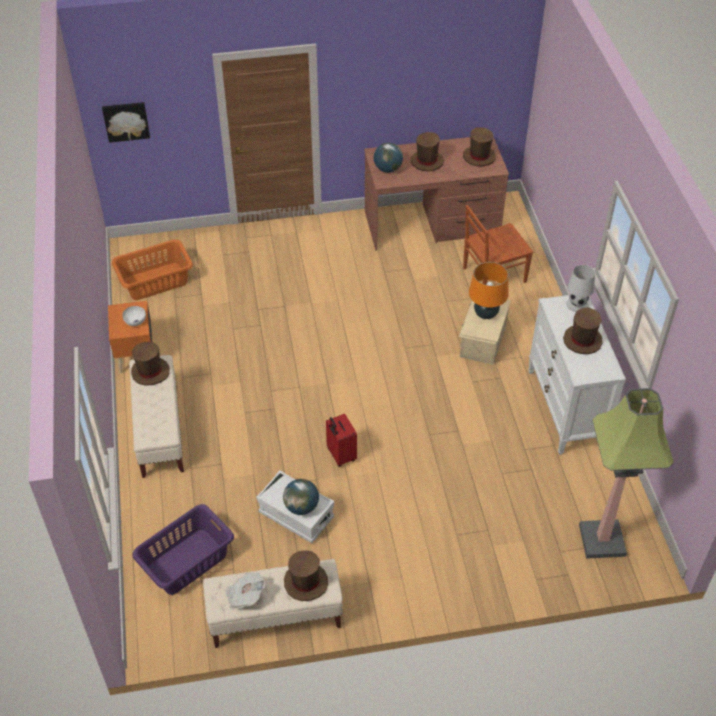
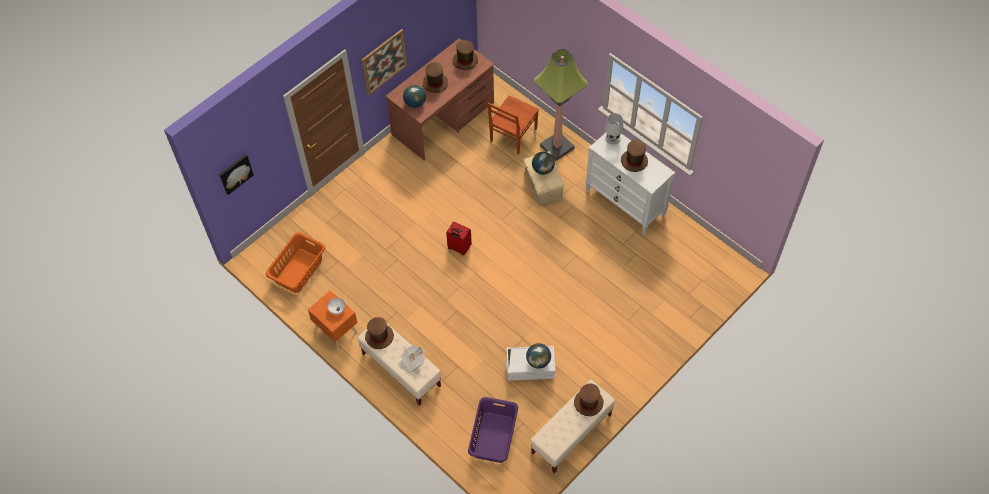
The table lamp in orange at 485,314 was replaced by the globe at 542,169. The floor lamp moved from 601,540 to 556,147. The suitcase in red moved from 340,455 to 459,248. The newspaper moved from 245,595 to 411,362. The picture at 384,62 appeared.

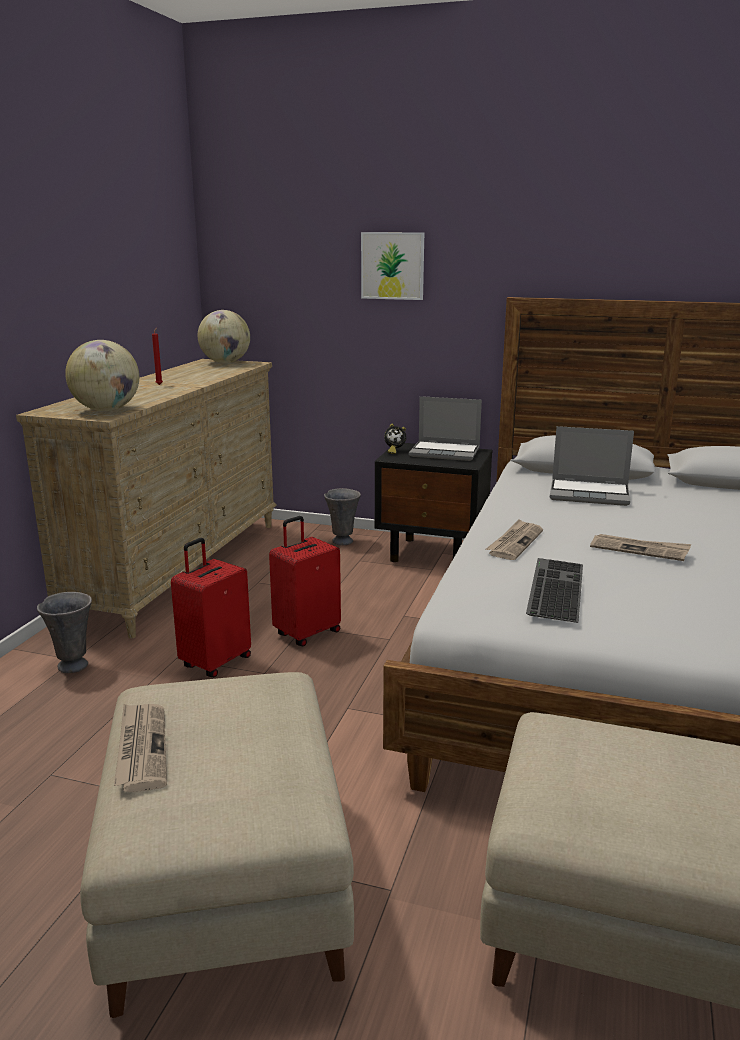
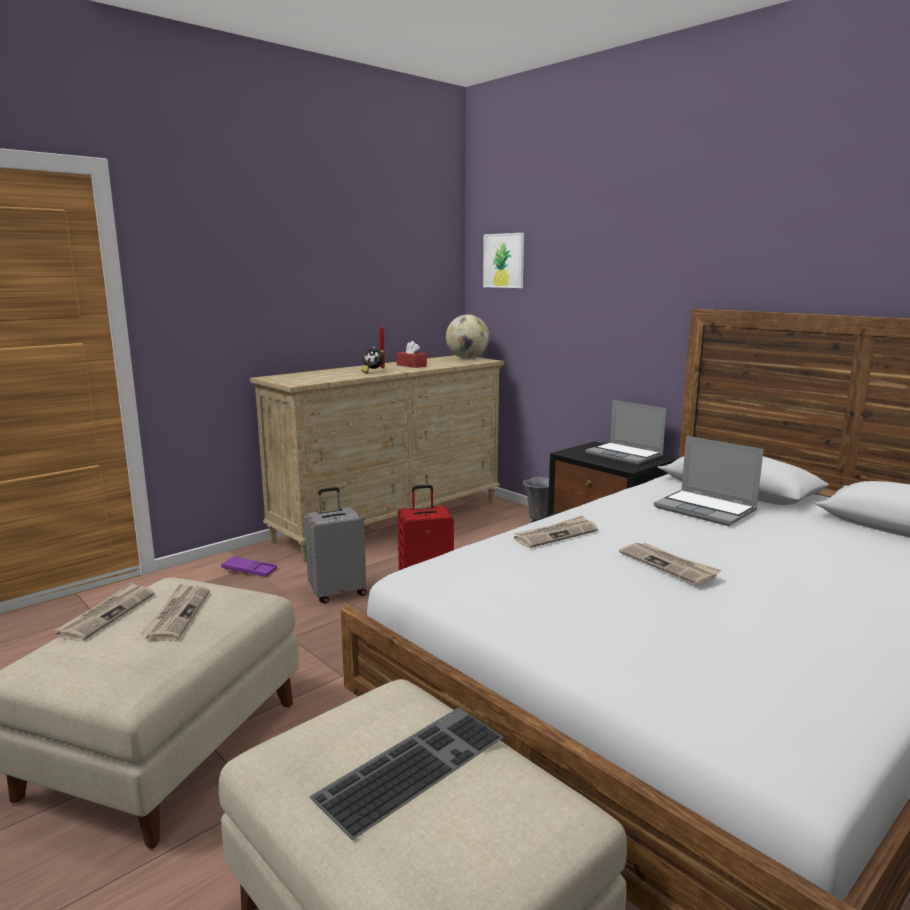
The picture moved from 392,266 to 504,260. The globe at 107,410 disappeared. The alarm clock moved from 394,451 to 372,372. The suitcase in red at 215,662 became the suitcase in grey at 337,593. The keyboard moved from 553,588 to 411,764. The vase in grey at 73,665 was replaced by the tray in purple at 249,570. The tissue box in red at 411,365 appeared. The newspaper at 177,614 appeared.

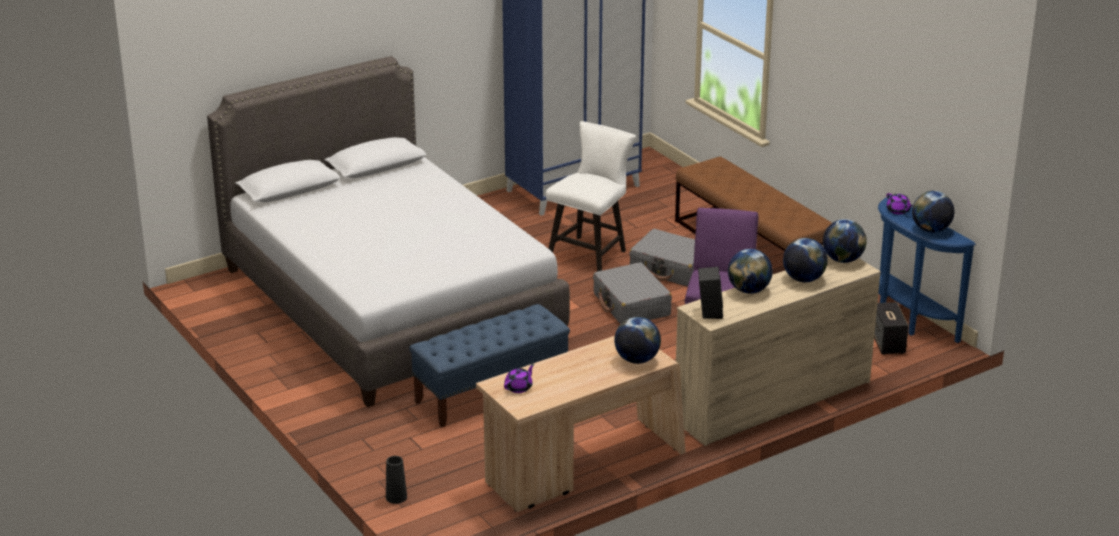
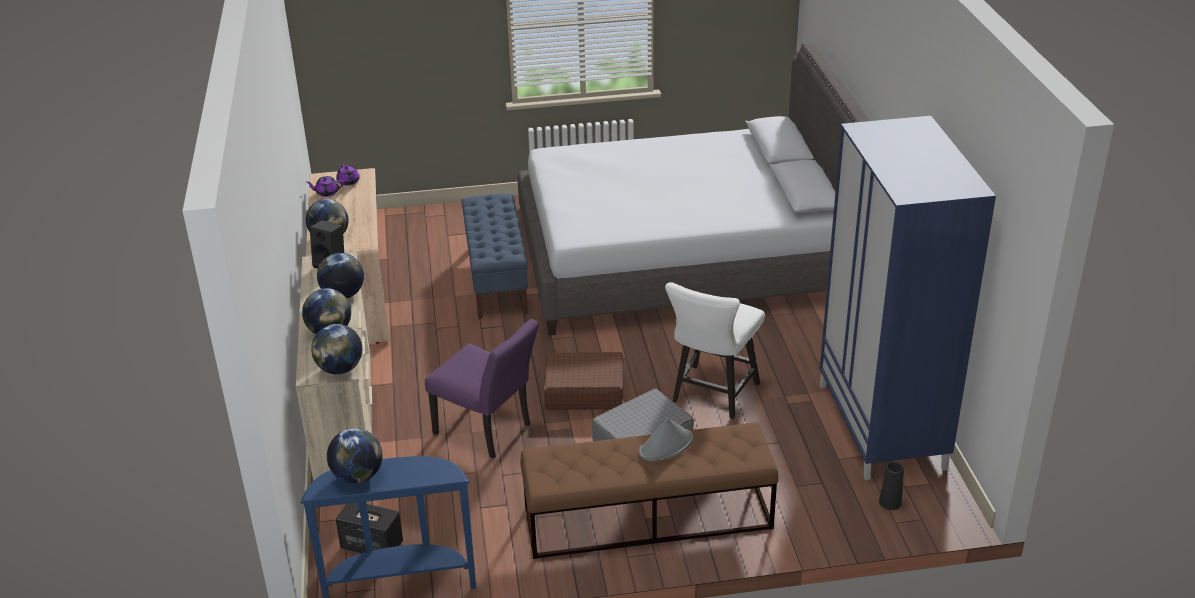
The chair in white at 590,252 turned 60 degrees clockwise. The teapot in purple moved from 898,211 to 326,193. The suitcase in grey at 631,305 became the suitcase in brown at 584,391. The vase in black moved from 396,497 to 890,502. The hat in grey at 666,445 appeared.

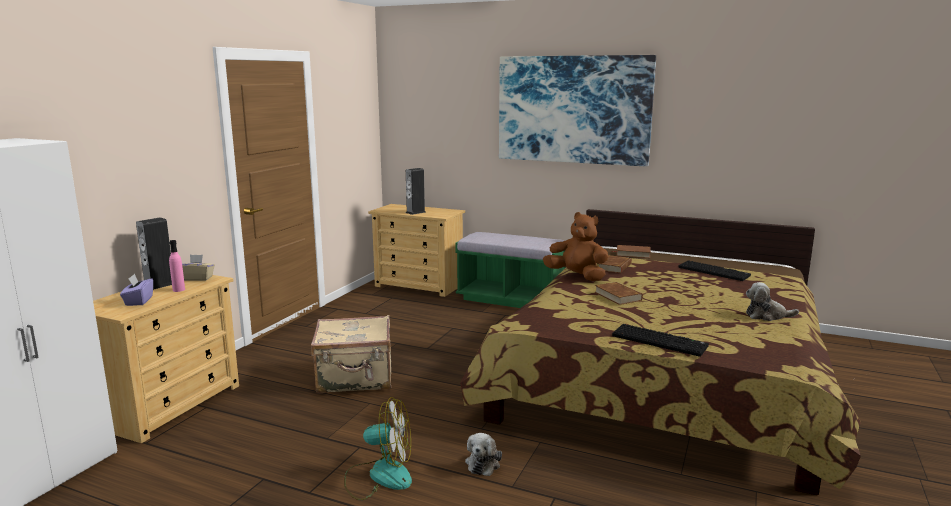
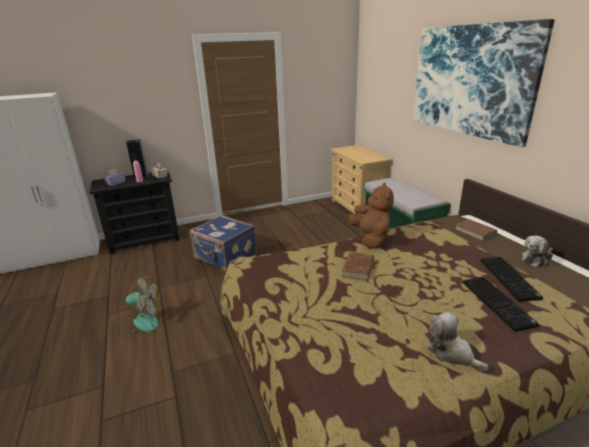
The speaker at 415,212 disappeared. The book in brown at 614,267 disappeared. The dresser in beige at 171,405 became the dresser in black at 145,239. The suitcase in beige at 355,378 became the suitcase in blue at 225,258. The keyboard moved from 660,341 to 498,303. The fan at 379,476 turned 45 degrees counterclockwise. The plush toy moved from 483,463 to 536,259.

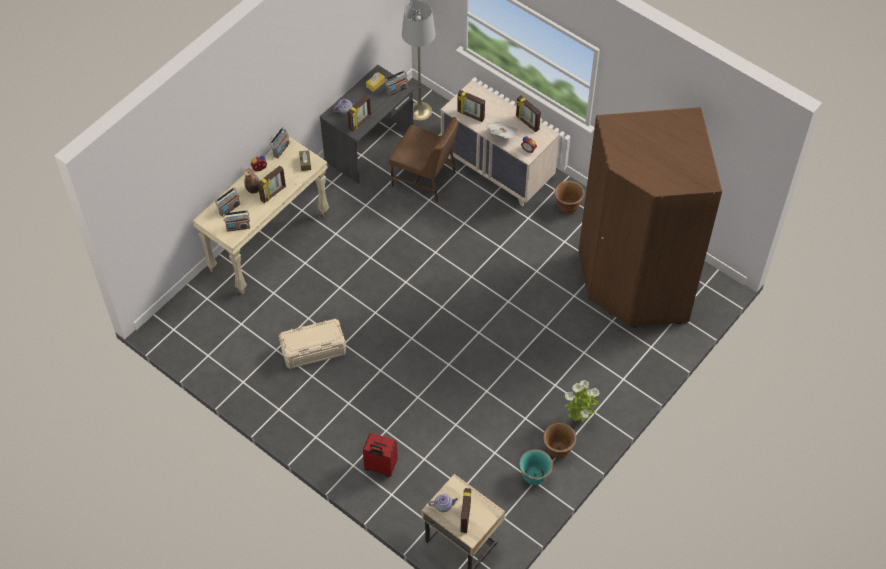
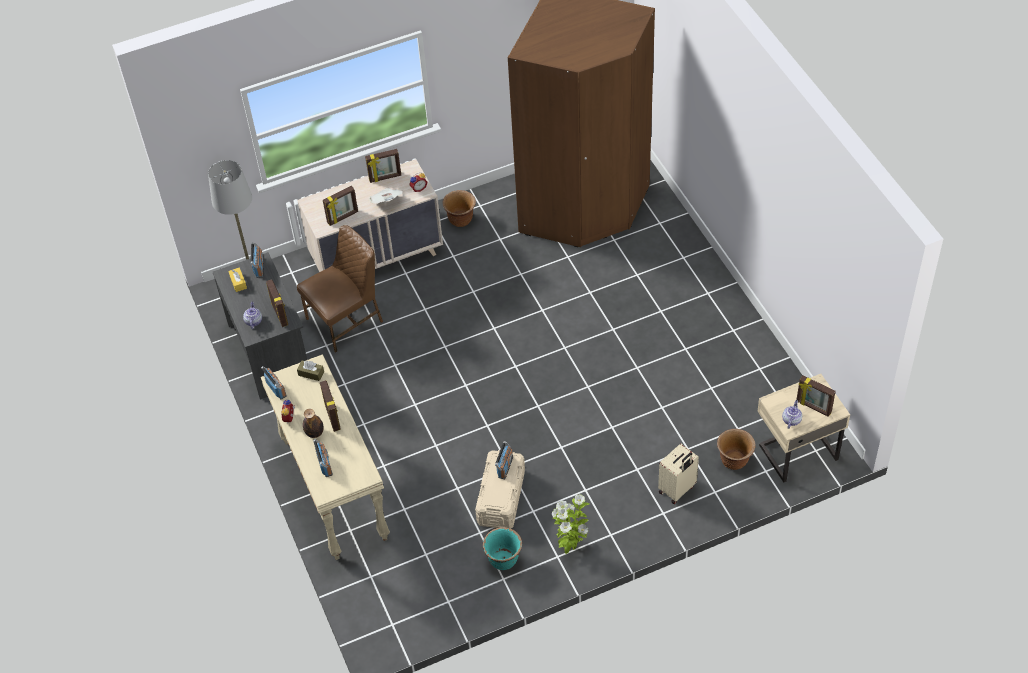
The radio moved from 238,227 to 505,467. The potted plant moved from 578,419 to 570,546. The planter in brown moved from 558,449 to 734,461. The suitcase in red at 380,467 became the suitcase in beige at 677,490. The planter in turquoise moved from 534,476 to 503,560.

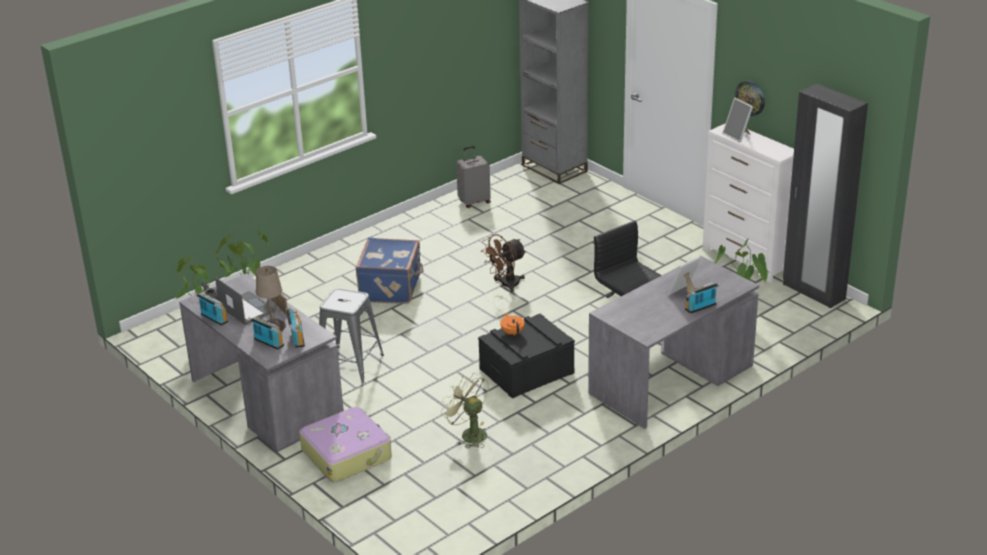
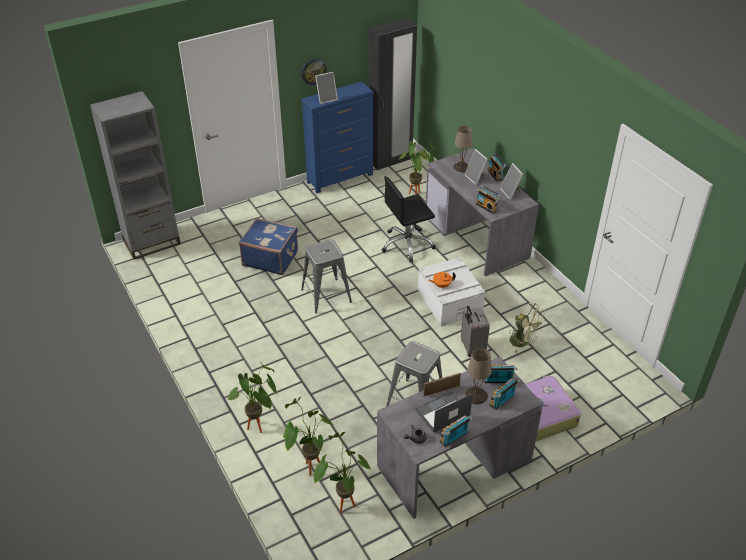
The dresser in white at 746,260 became the dresser in blue at 340,178. The suitcase in grey moved from 474,202 to 472,348. The fan in brown at 505,285 was replaced by the stool in grey at 326,296. The suitcase in blue moved from 391,288 to 270,258. The storage box in black at 526,371 became the storage box in white at 449,302. The fan in green at 469,434 turned 105 degrees counterclockwise. The table lamp in beige at 461,167 appeared. The picture frame at 511,192 appeared. The radio at 487,207 appeared. The potted plant at 260,427 appeared.

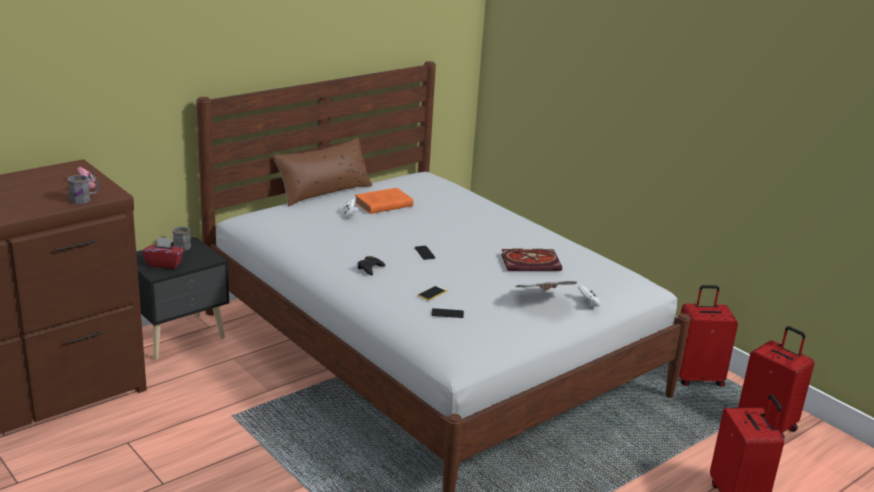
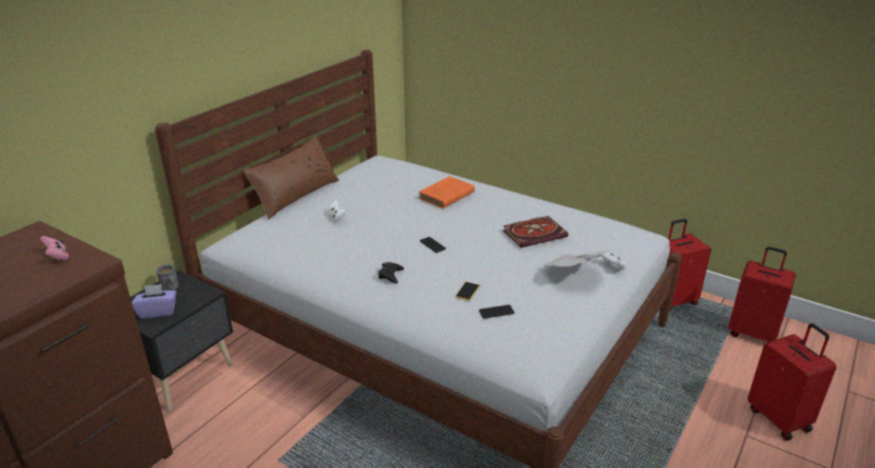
The mug in grey at 84,199 disappeared. The book in orange moved from 382,204 to 445,196. The tissue box in red at 164,264 became the tissue box in purple at 158,311.

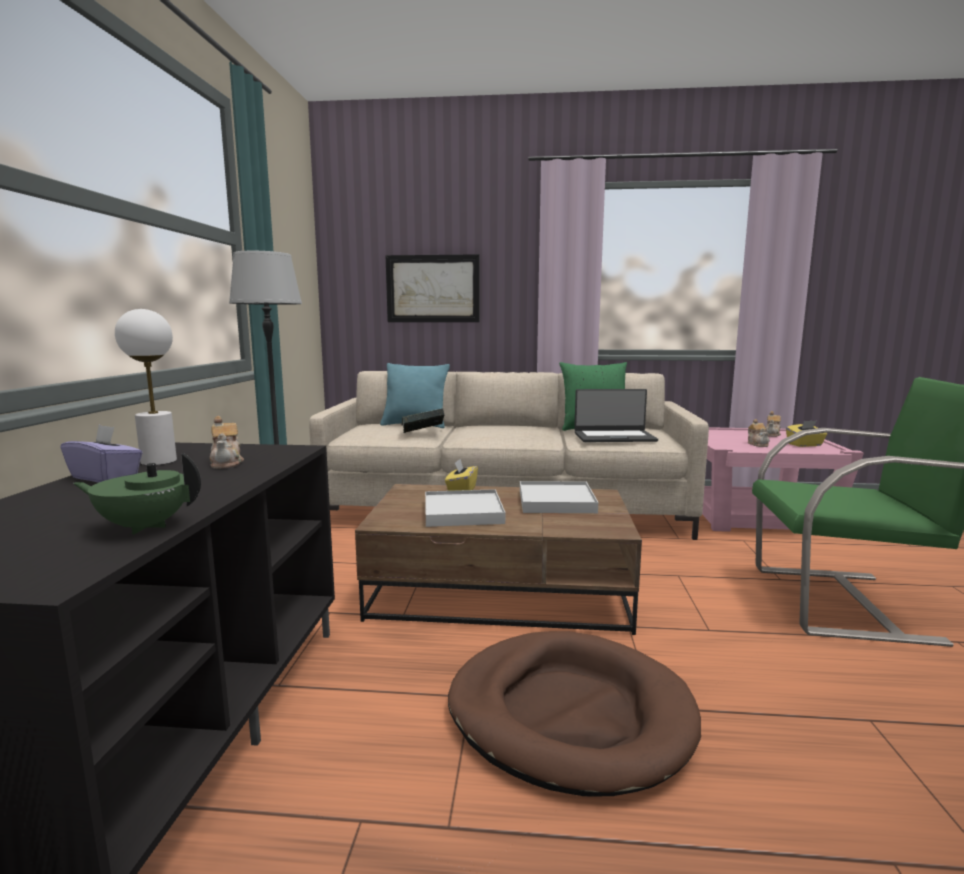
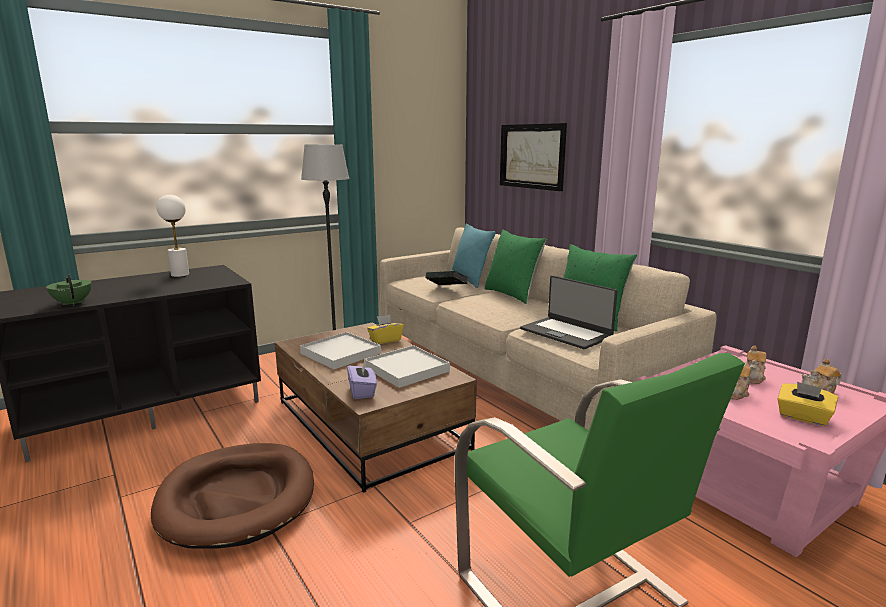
The teapot moved from 227,463 to 753,378. The tissue box in purple moved from 106,477 to 362,391. The pillow in green at 512,294 appeared.

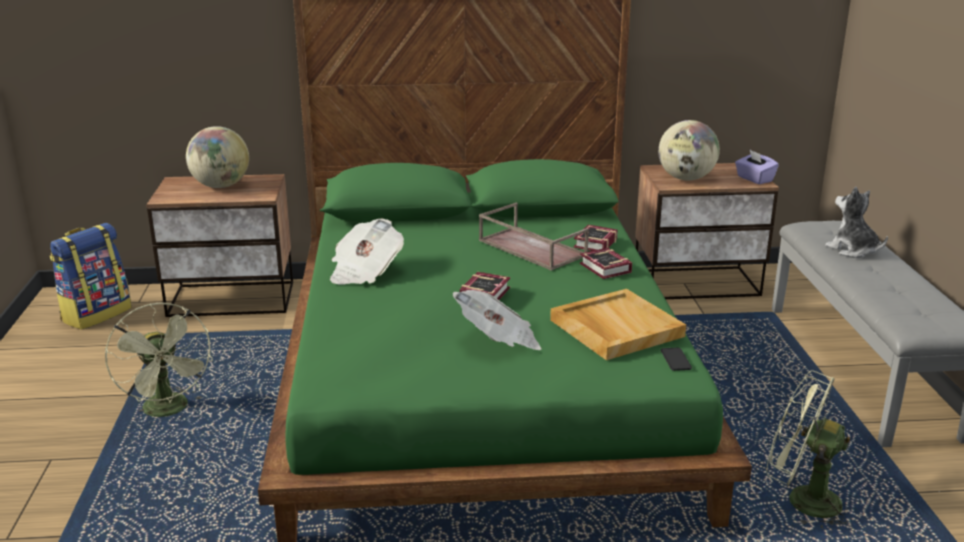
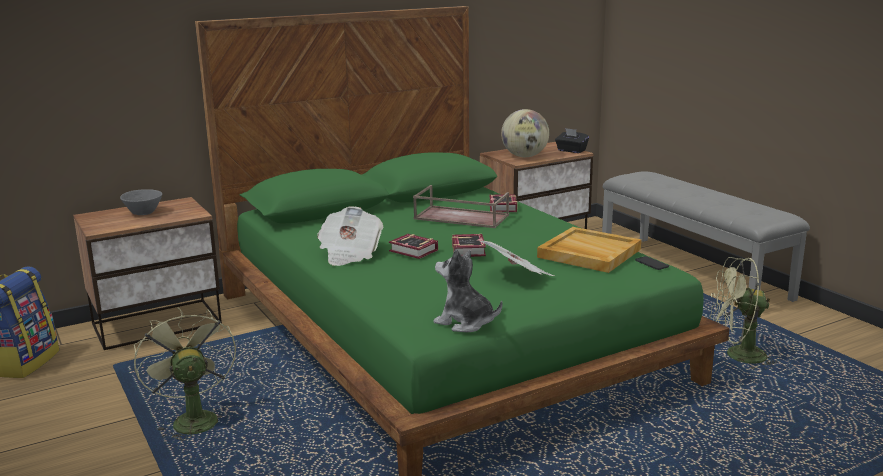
The globe at 220,186 was replaced by the bowl in grey at 142,213. The tissue box in purple at 754,179 became the tissue box in black at 571,150. The plush toy moved from 853,250 to 465,322. The book moved from 605,269 to 414,251. The fan in green at 170,411 turned 150 degrees counterclockwise.

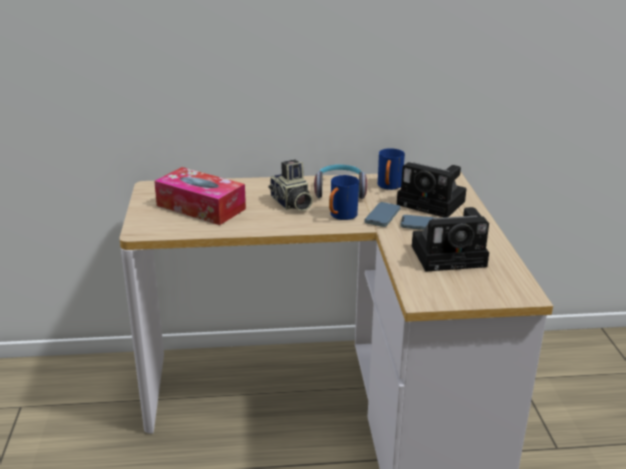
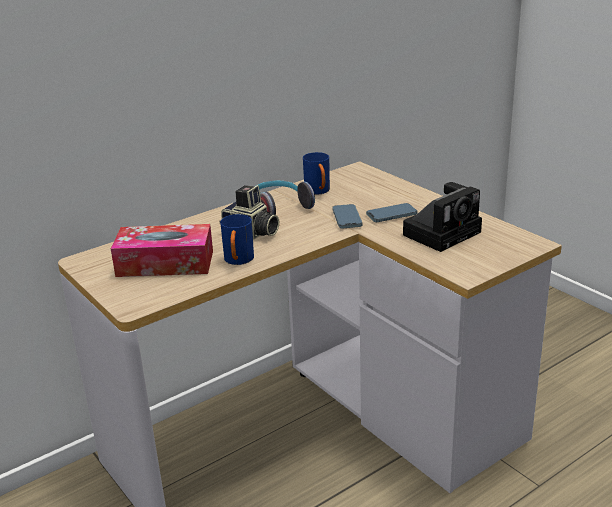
The photo camera at 434,203 disappeared. The mug in blue moved from 340,217 to 238,261.

